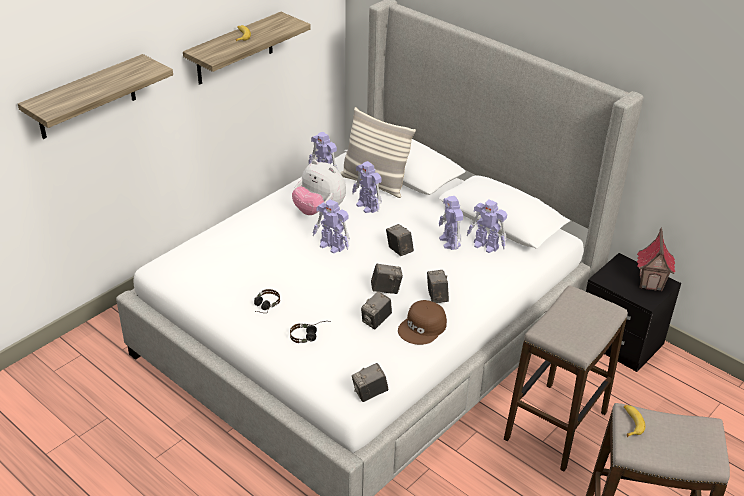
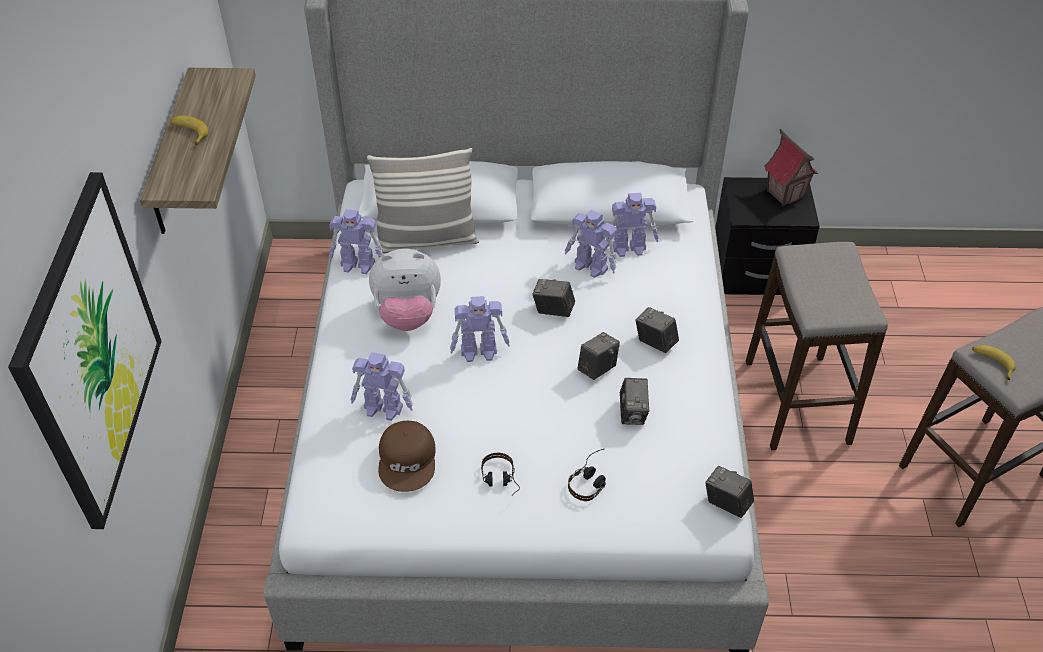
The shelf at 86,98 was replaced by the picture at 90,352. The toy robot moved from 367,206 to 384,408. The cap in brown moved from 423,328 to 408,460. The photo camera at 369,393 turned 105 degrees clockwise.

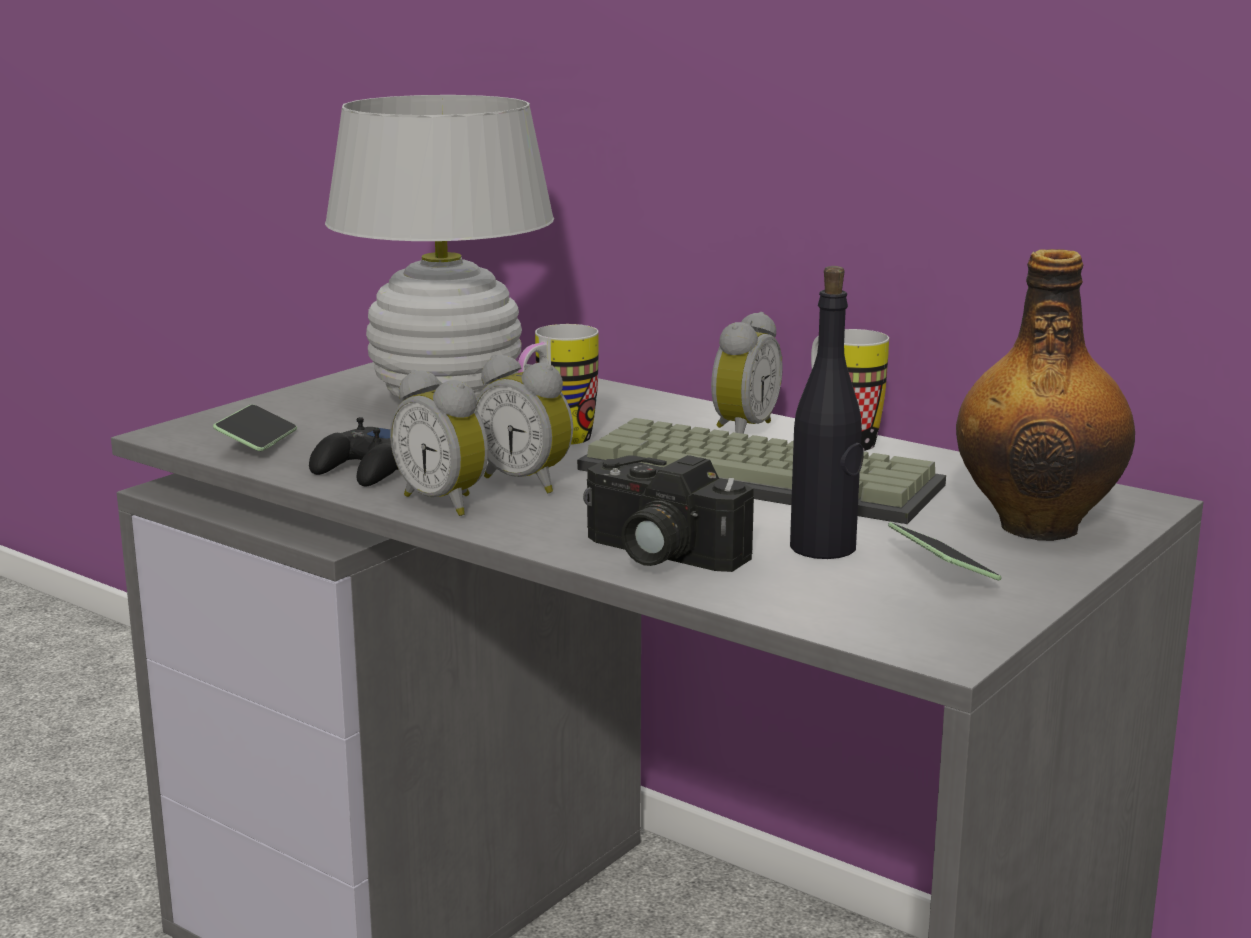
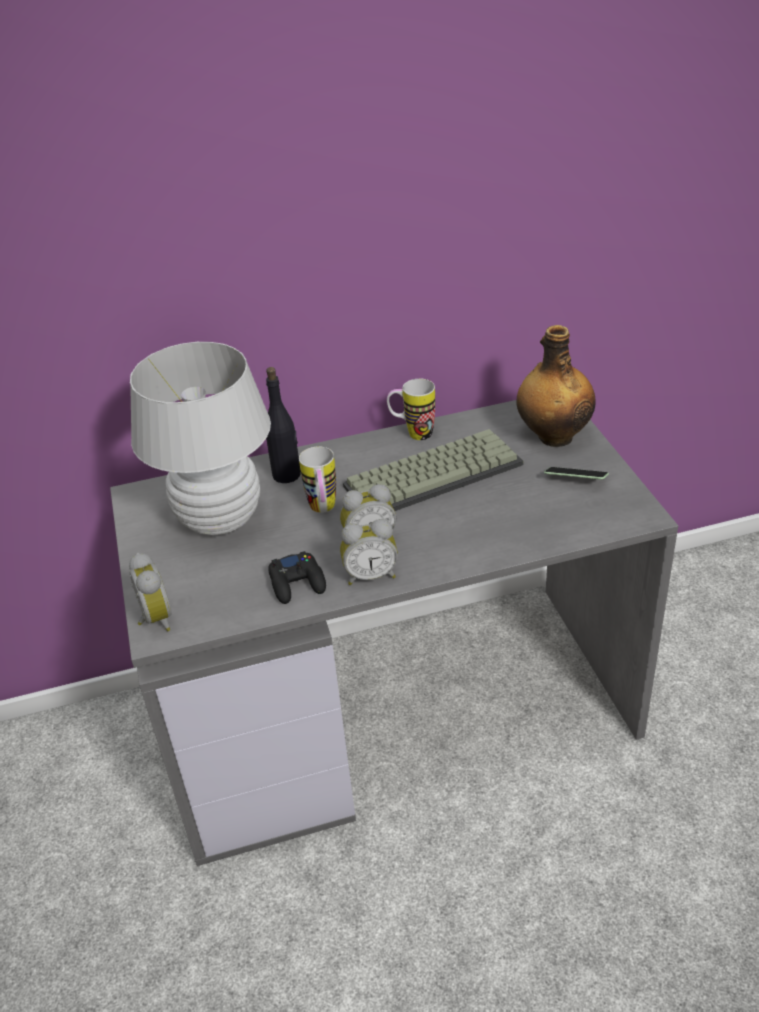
The bottle in black moved from 823,548 to 287,475. The alarm clock moved from 740,430 to 154,619. The phone at 257,443 disappeared. The photo camera at 656,554 disappeared.

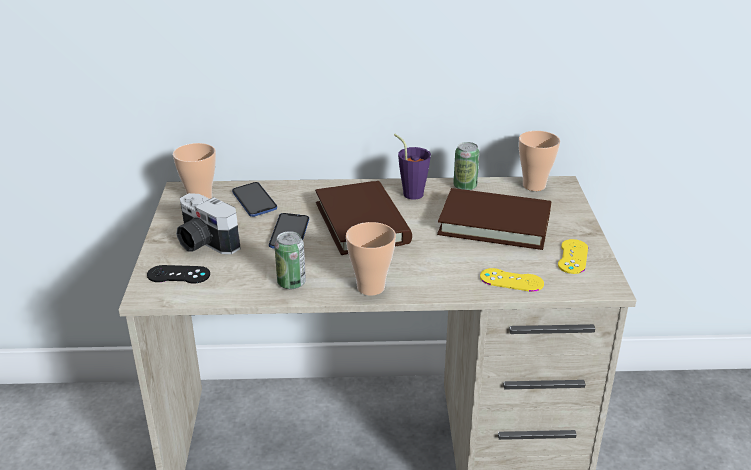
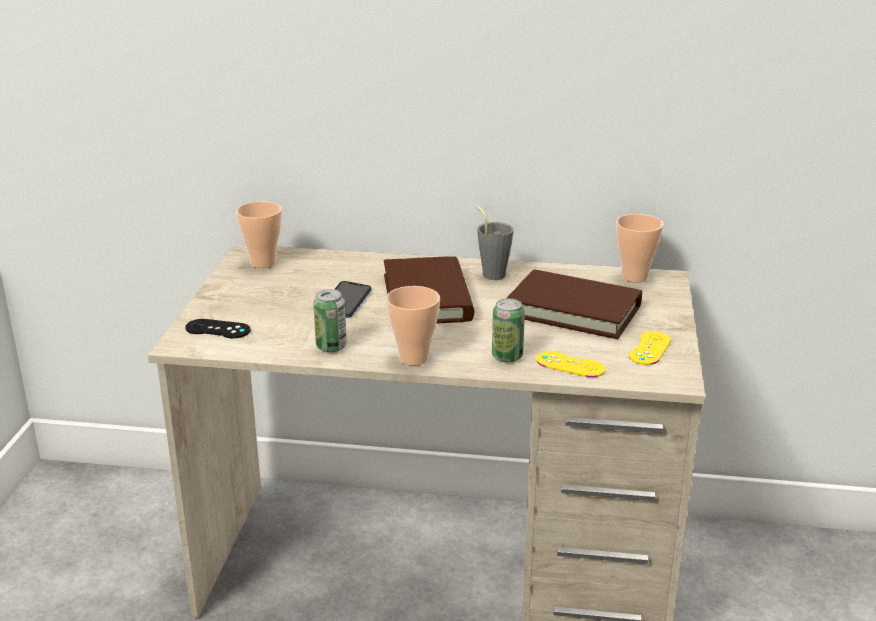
The cup in purple at 410,192 became the cup in grey at 491,273. The can moved from 465,186 to 507,356. The phone at 254,201 disappeared. The photo camera at 204,243 disappeared.

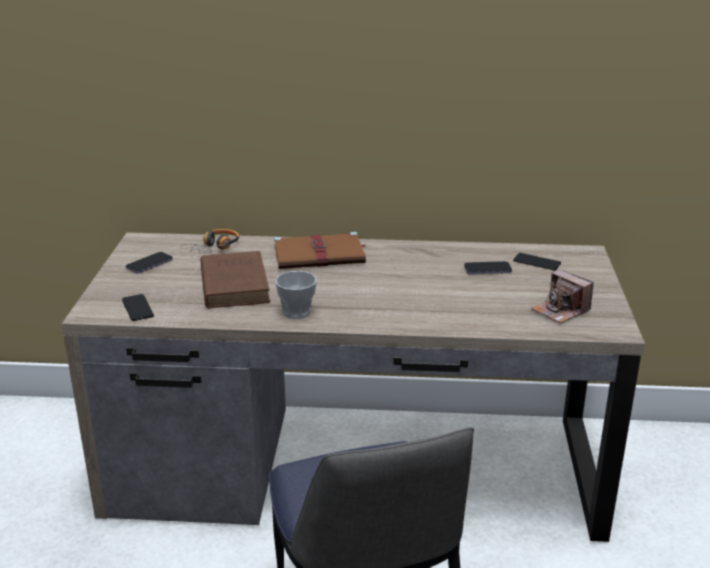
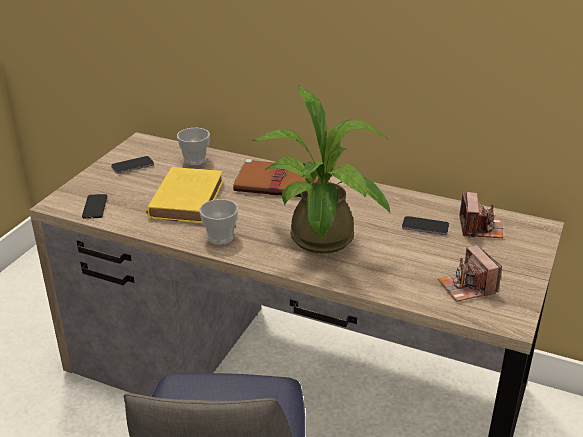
The headphones at 214,248 was replaced by the cup at 195,160. The book in brown at 234,284 became the book in yellow at 187,198. The phone at 537,262 was replaced by the photo camera at 480,228. The potted plant at 323,243 appeared.

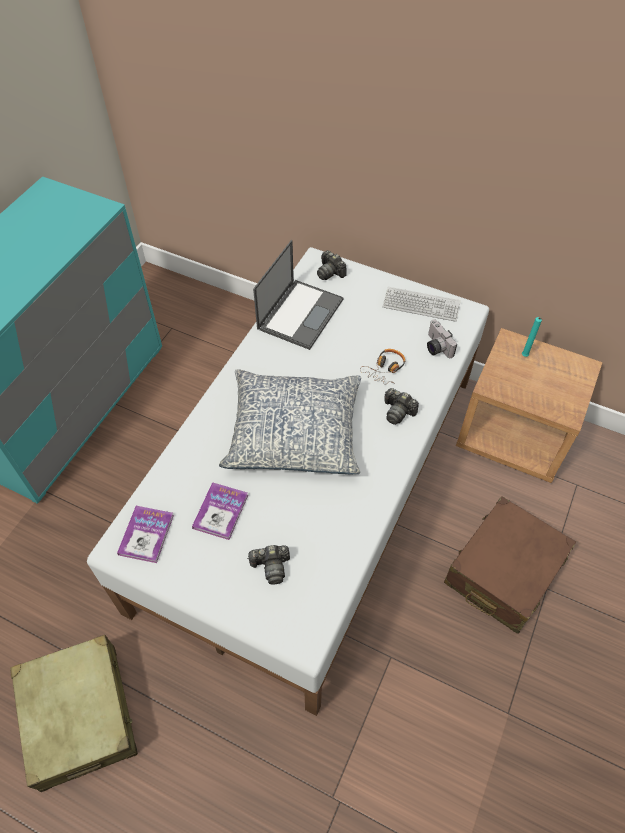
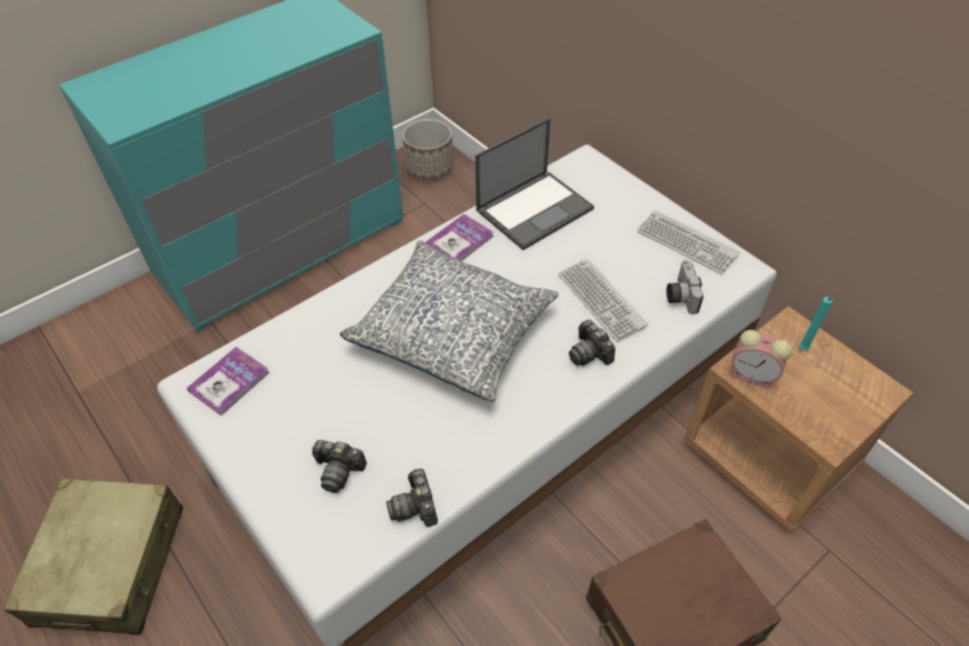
The photo camera moved from 330,272 to 415,506. The headphones at 385,369 was replaced by the keyboard at 601,300. The book moved from 220,511 to 460,241. The planter at 429,167 appeared. The alarm clock at 753,376 appeared.

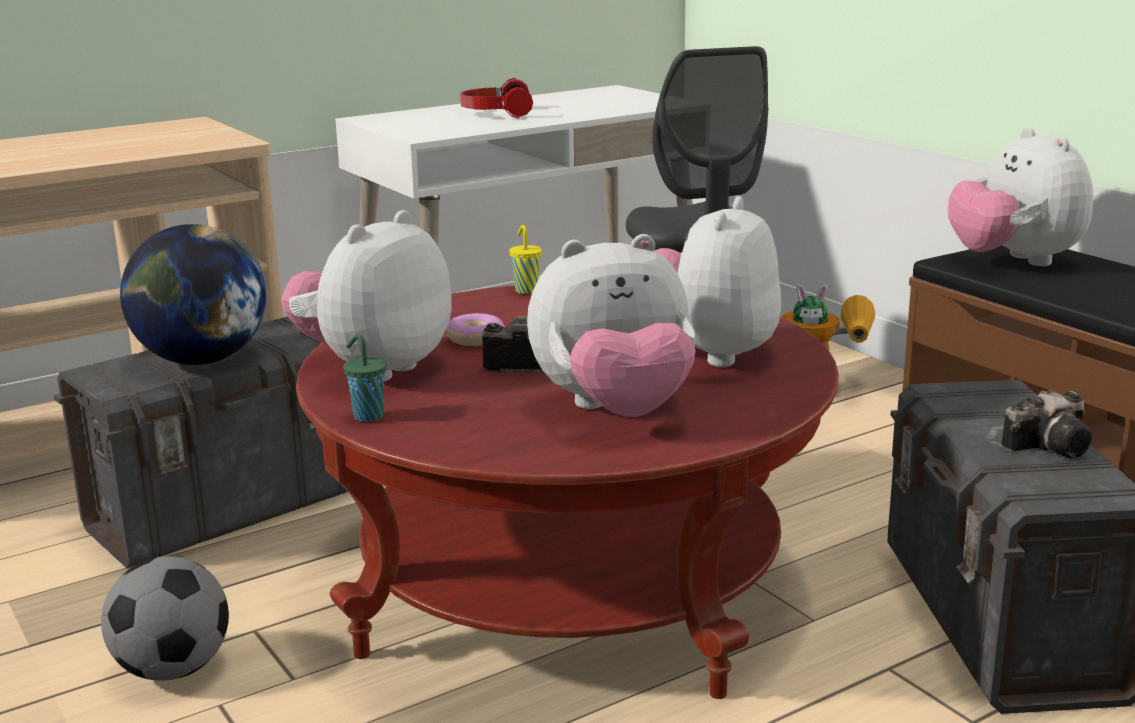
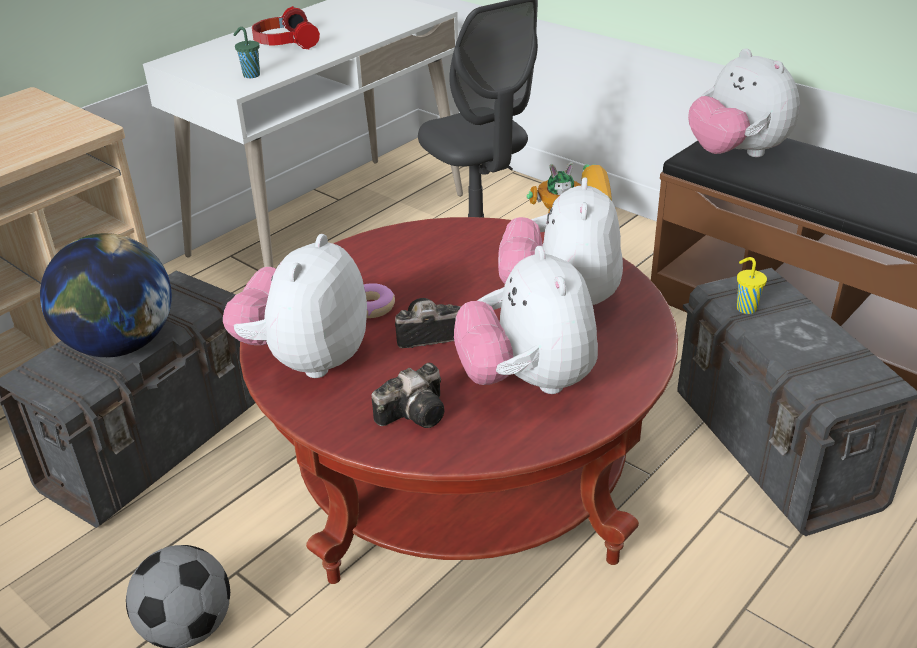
The cup in yellow moved from 526,290 to 745,308. The plush toy at 615,411 turned 105 degrees clockwise. The cup in green moved from 367,416 to 250,75. The photo camera moved from 1052,446 to 417,412.

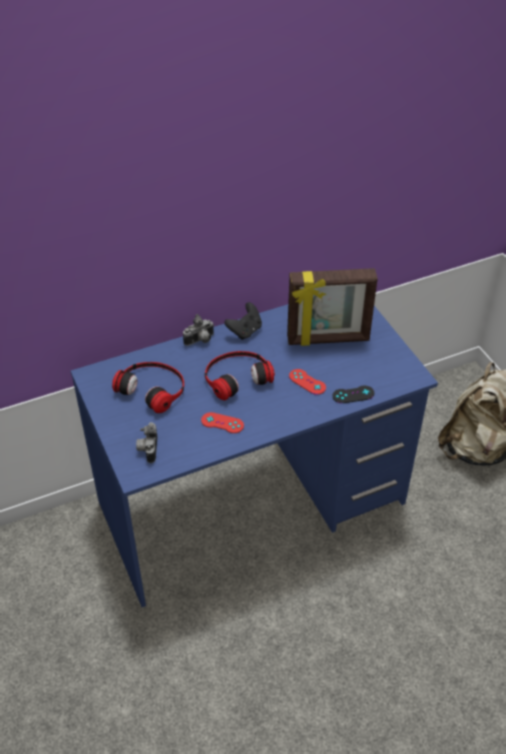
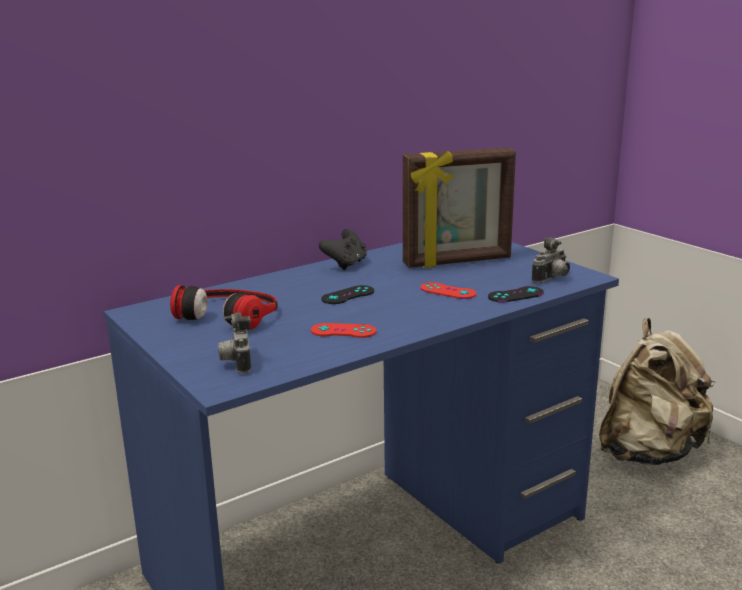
The photo camera moved from 200,341 to 552,279. The headphones at 236,376 was replaced by the game controller in black at 348,295.

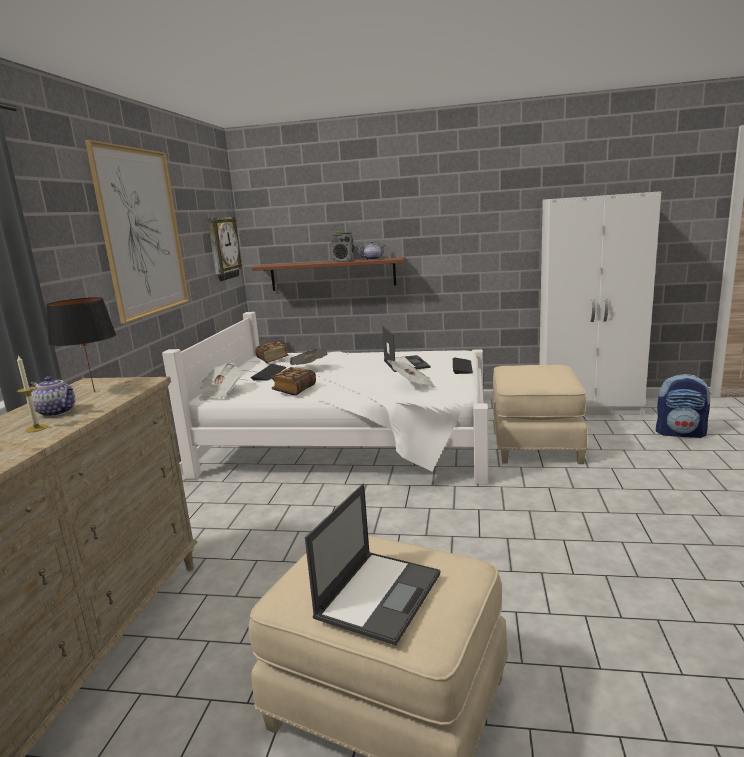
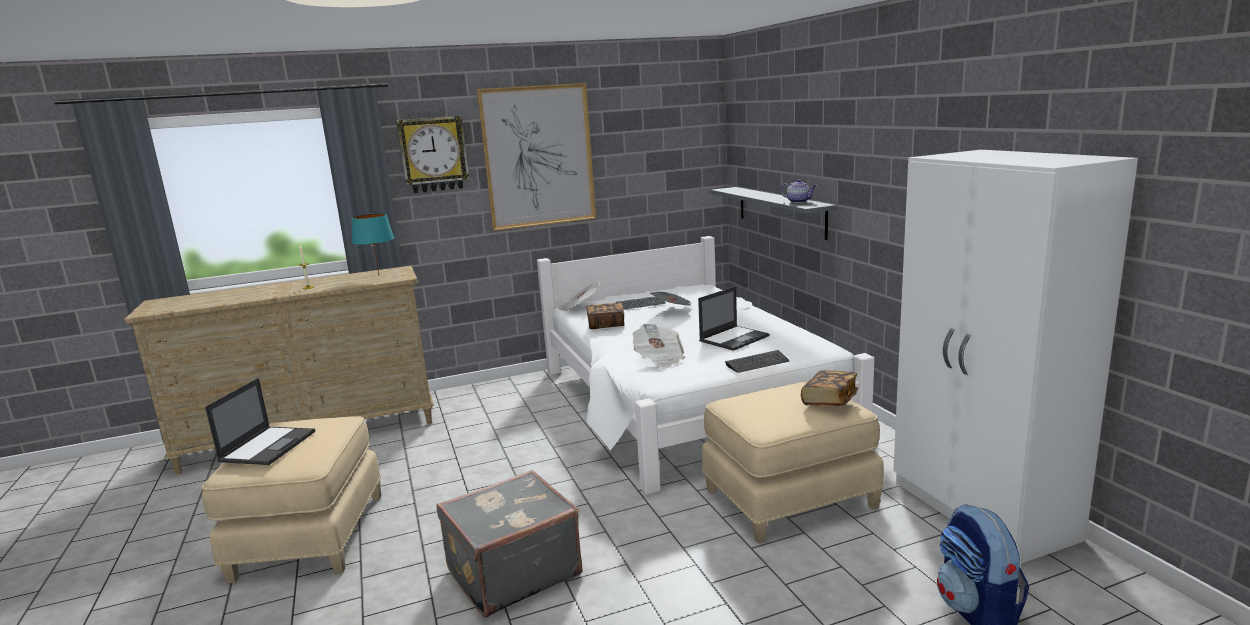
The wall clock moved from 223,248 to 433,154. The radio at 343,261 disappeared. The shelf in brown at 332,274 became the shelf in grey at 780,211. The table lamp in black at 93,391 became the table lamp in turquoise at 378,275. The book moved from 272,359 to 829,401. The teapot at 58,412 disappeared. The laptop at 379,594 turned 75 degrees counterclockwise. The suitcase in grey at 512,572 appeared.

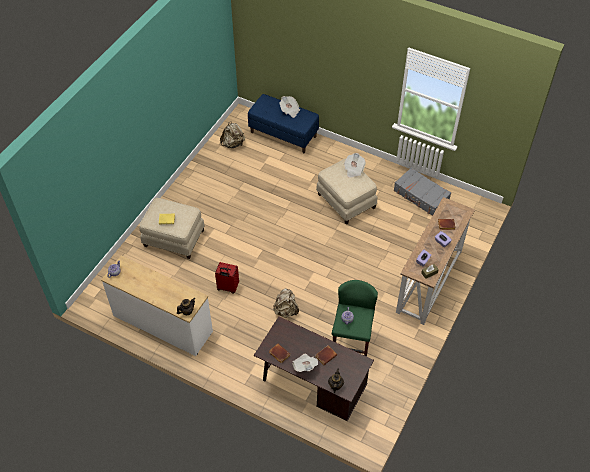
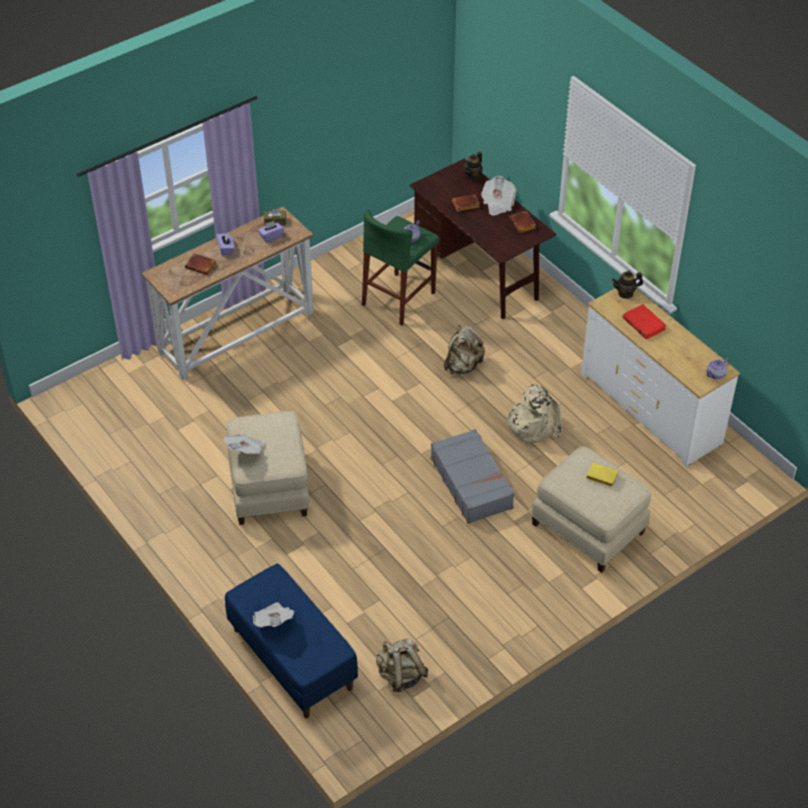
The suitcase in grey moved from 421,196 to 472,483. The suitcase in red at 227,287 was replaced by the backpack in beige at 533,423. The book in red at 643,323 appeared.

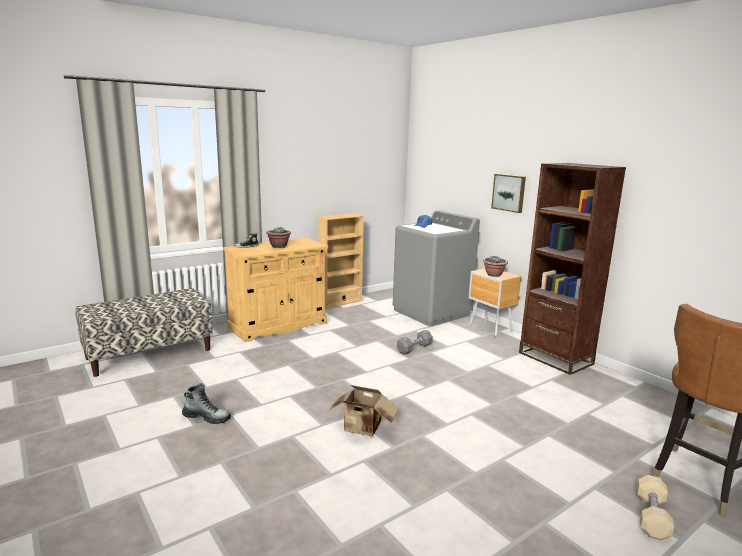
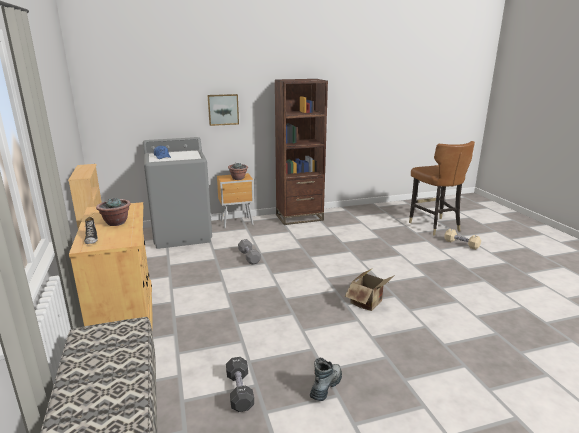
The dumbbell in black at 239,391 appeared.

